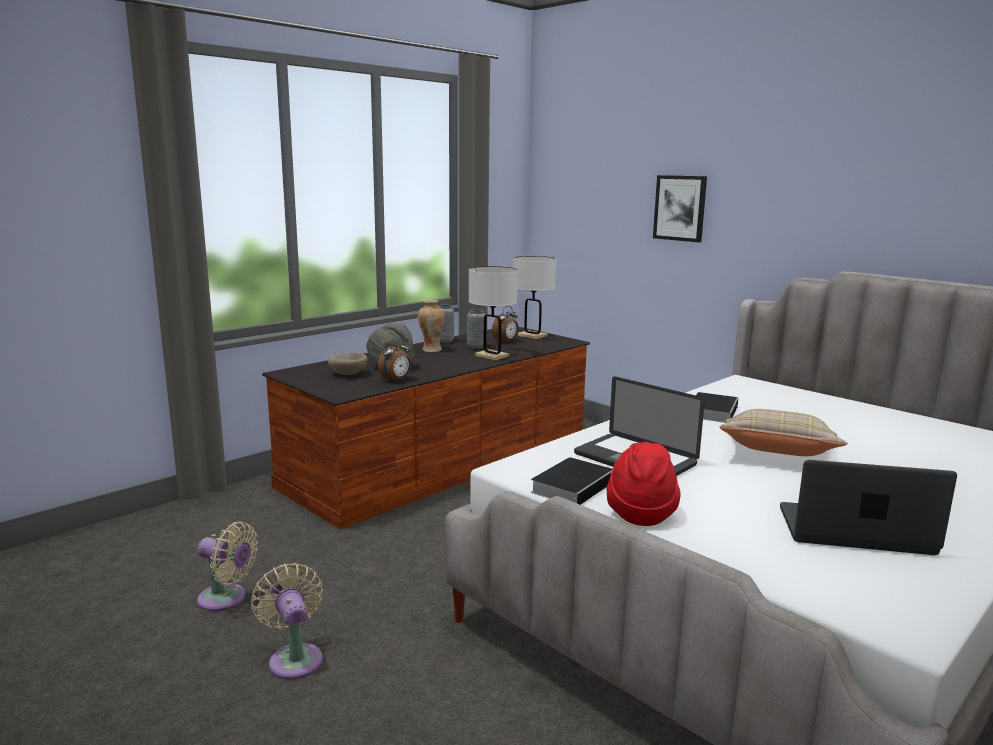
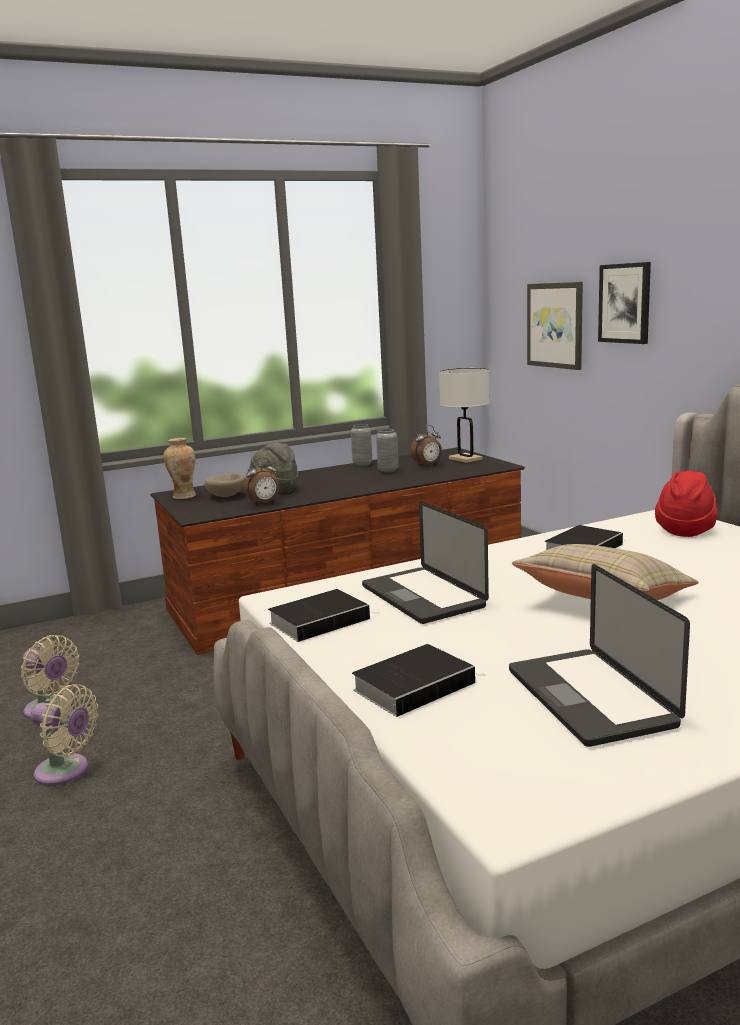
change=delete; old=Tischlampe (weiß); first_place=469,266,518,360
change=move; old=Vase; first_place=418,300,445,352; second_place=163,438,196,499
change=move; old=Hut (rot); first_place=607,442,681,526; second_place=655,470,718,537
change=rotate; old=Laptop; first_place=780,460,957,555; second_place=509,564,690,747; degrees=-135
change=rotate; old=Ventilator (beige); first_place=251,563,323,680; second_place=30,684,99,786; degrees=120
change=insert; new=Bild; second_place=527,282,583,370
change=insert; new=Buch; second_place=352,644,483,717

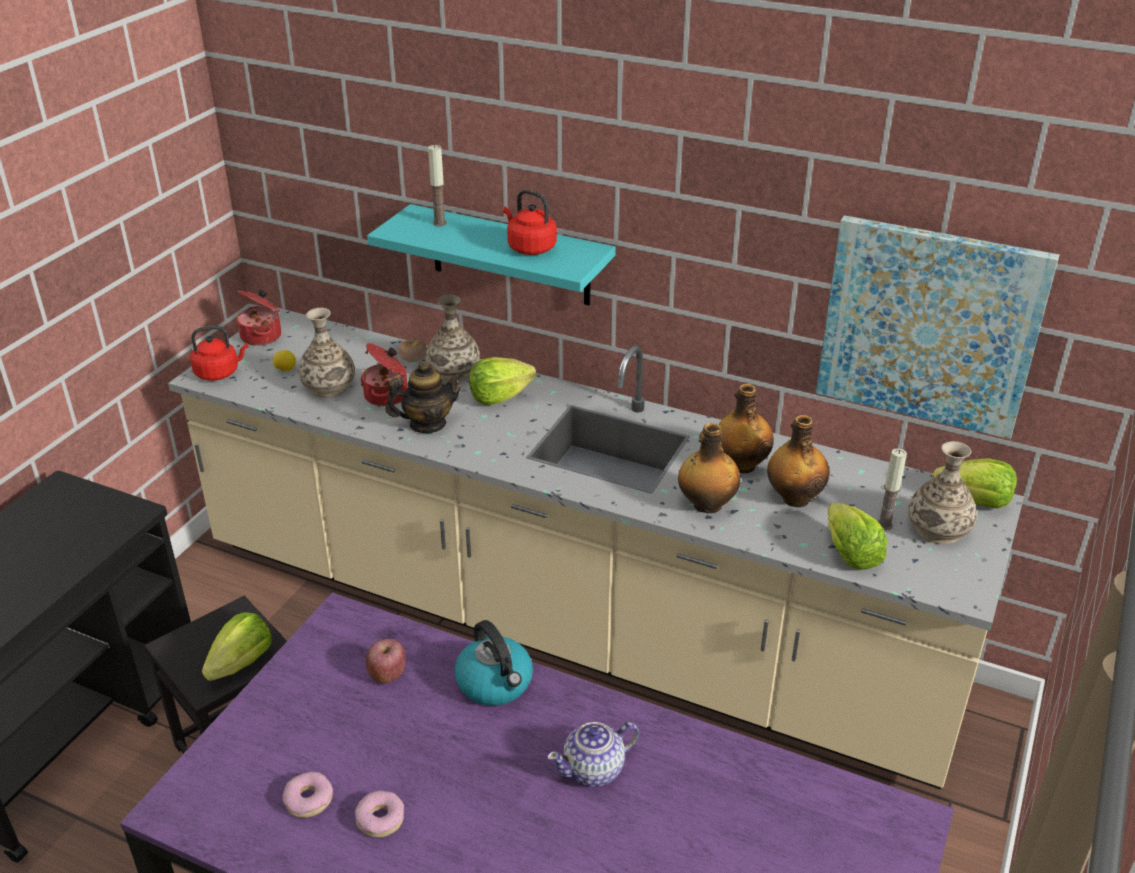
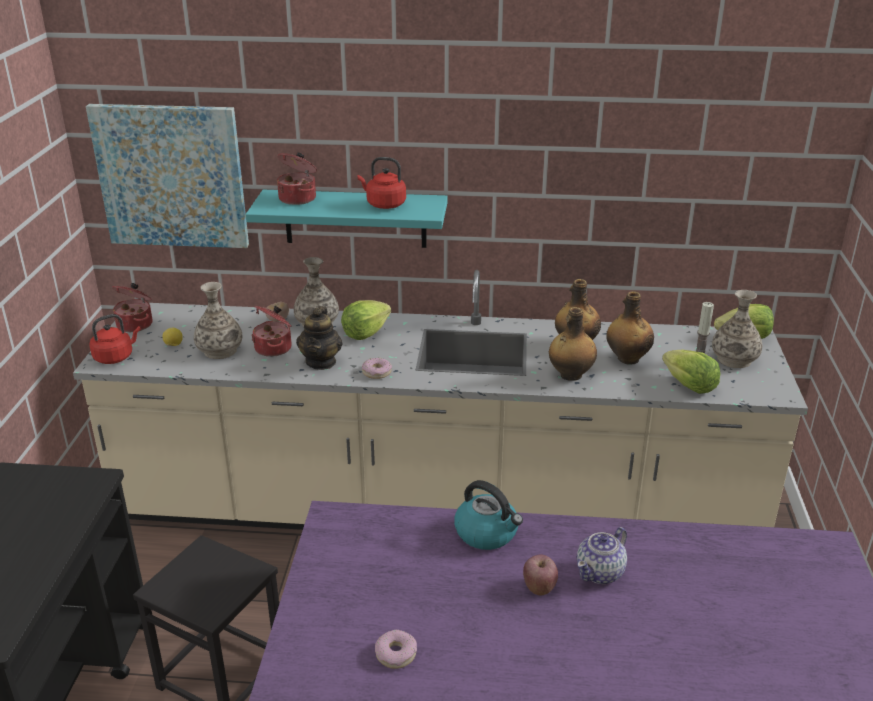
change=replace; old=Kerze; new=Kochtopf; first_place=428,145,447,227; second_place=277,152,317,205
change=move; old=Bild; first_place=816,215,1059,439; second_place=86,104,249,248
change=rotate; old=Teekanne; first_place=385,361,464,433; second_place=296,306,342,370; degrees=135
change=delete; old=Salatkopf; first_place=202,612,272,681
change=move; old=Apfel; first_place=366,639,406,683; second_place=523,555,558,595
change=move; old=Donut; first_place=355,790,404,837; second_place=362,358,392,379

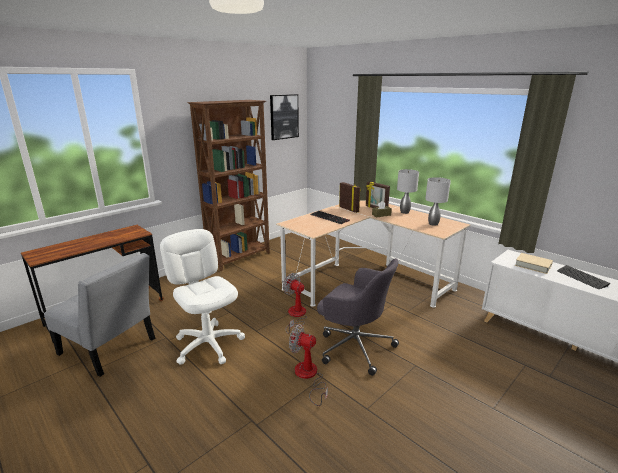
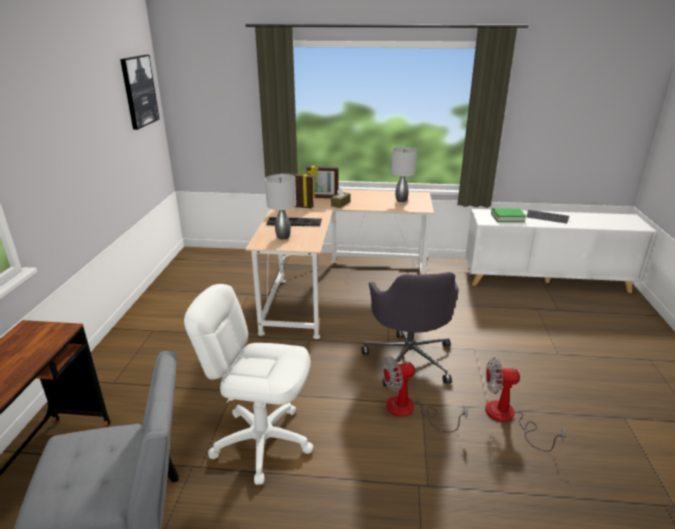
change=delete; old=Bücherregal (braun); first_place=187,100,270,271
change=move; old=Tischlampe (grau); first_place=397,169,419,214; second_place=265,174,296,239
change=recolor; old=Buch (beige); new=Buch (grün); first_place=515,253,553,274; second_place=491,208,526,222
change=rotate; old=Bürostuhl (grau); first_place=317,258,399,376; second_place=362,272,459,387; degrees=90
change=move; old=Ventilator; first_place=283,273,307,334; second_place=485,357,565,452

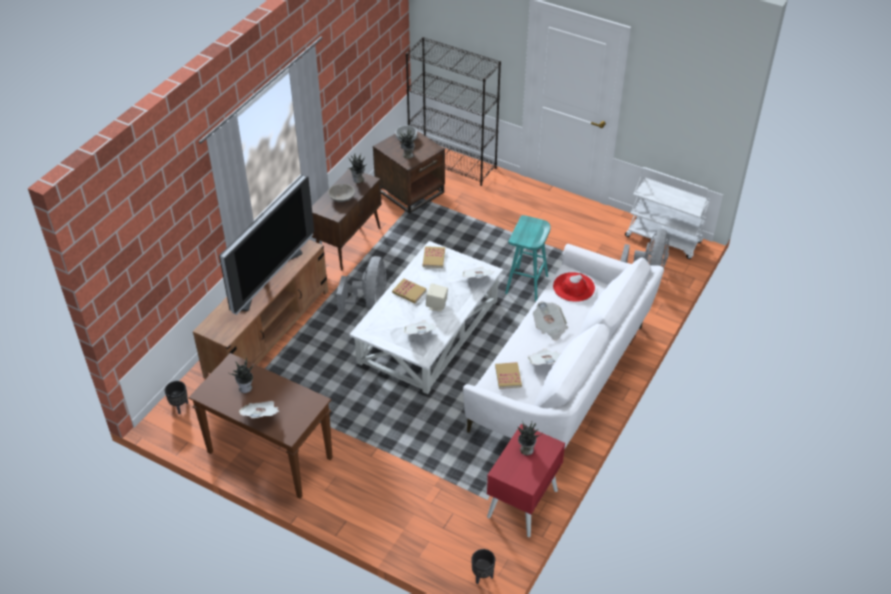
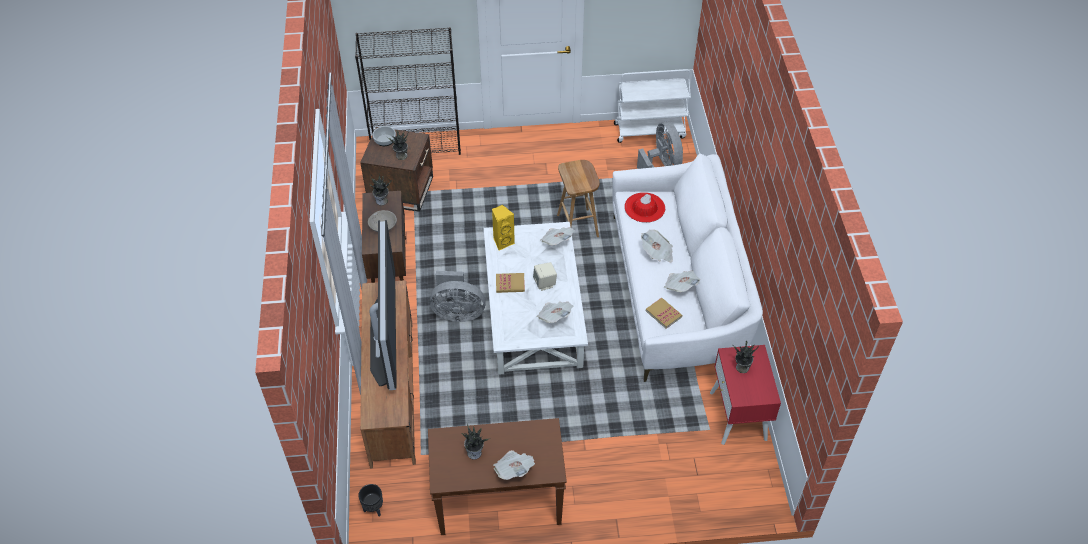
change=recolor; old=Hocker (türkis); new=Hocker (braun); first_place=505,215,551,302; second_place=557,160,600,237
change=replace; old=Buch; new=Lautsprecher (gelb); first_place=423,246,445,268; second_place=492,205,515,250
change=rotate; old=Ventilator (grau); first_place=336,256,387,314; second_place=430,271,486,322; degrees=120
change=delete; old=Pflanzkübel (schwarz); first_place=471,549,495,584

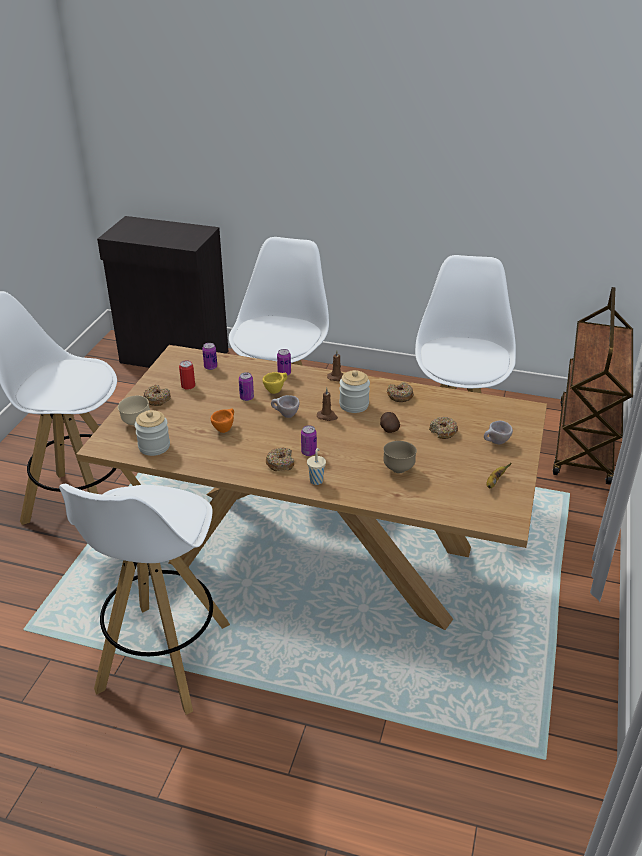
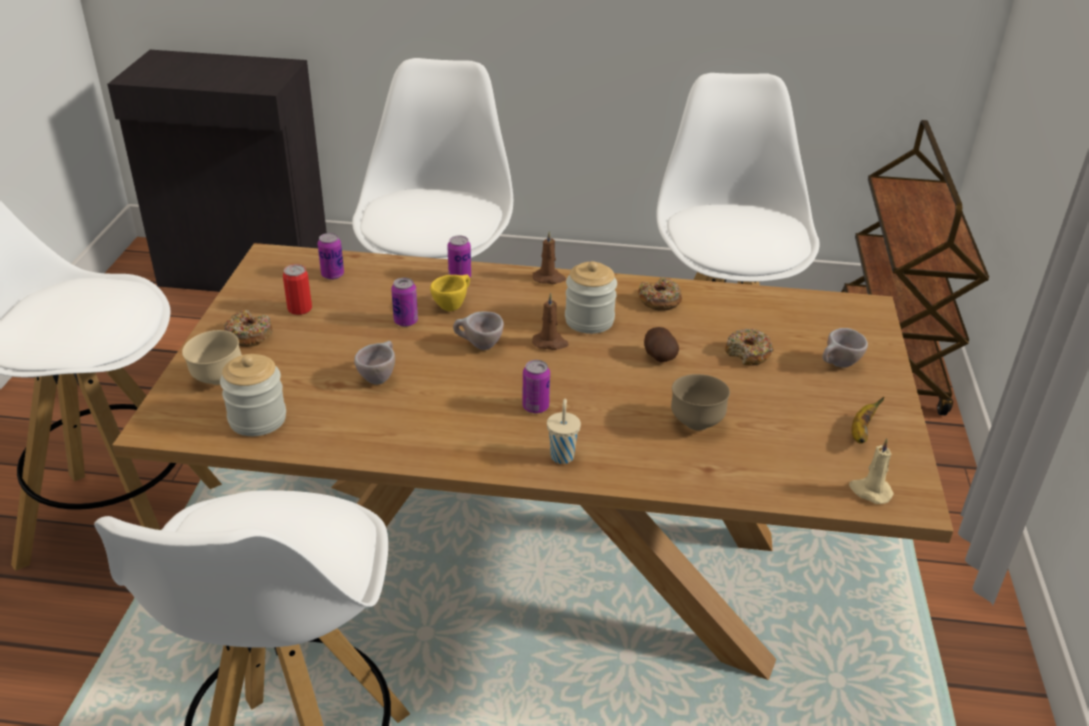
change=recolor; old=Tasse (orange); new=Tasse (beige); first_place=211,408,234,433; second_place=354,341,395,384
change=delete; old=Donut; first_place=266,448,294,471
change=insert; new=Kerze (beige); second_place=849,438,894,504

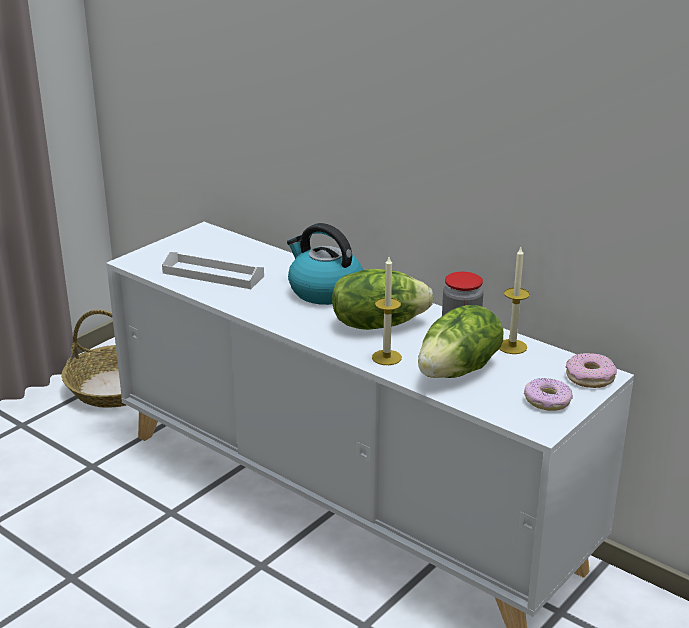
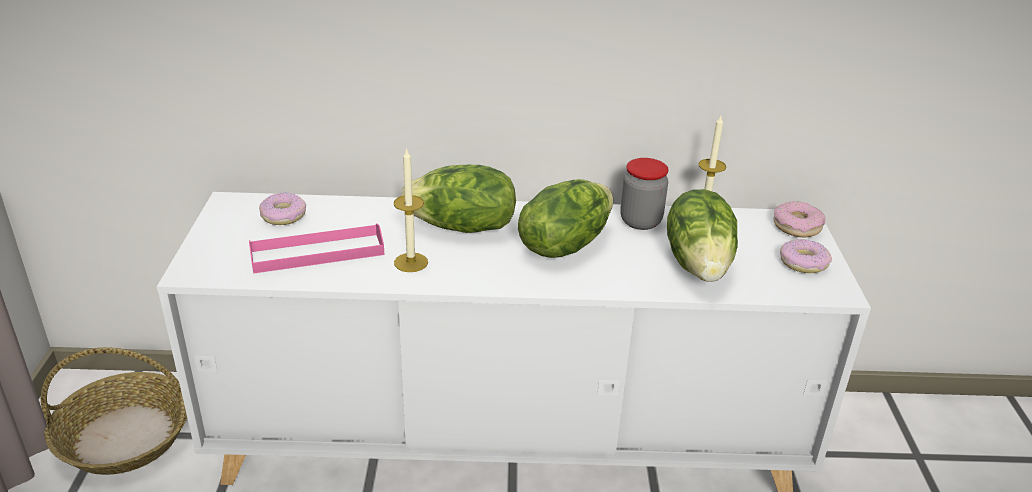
change=replace; old=Wasserkessel; new=Salatkopf; first_place=287,223,363,305; second_place=400,165,516,233
change=recolor; old=Tablett (weiß); new=Tablett (rosa); first_place=162,252,264,289; second_place=249,223,385,274
change=move; old=Kerze; first_place=372,257,402,365; second_place=394,148,428,272
change=insert; new=Donut; second_place=259,193,306,225

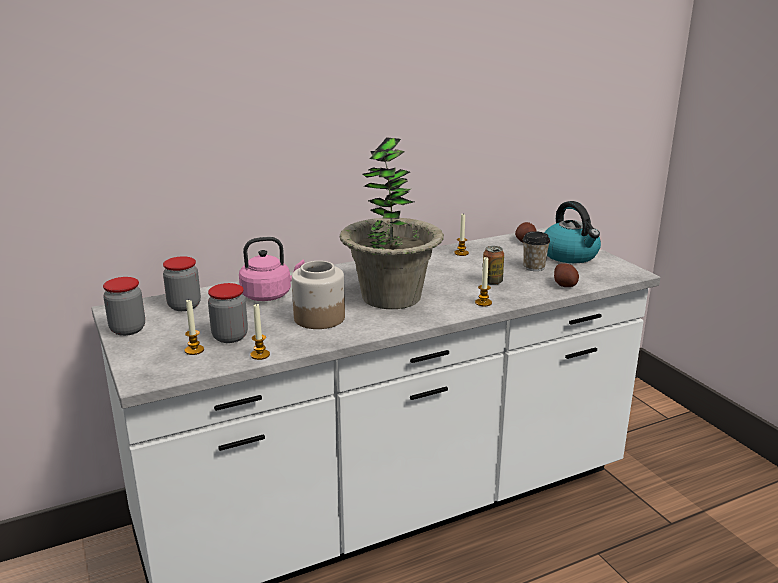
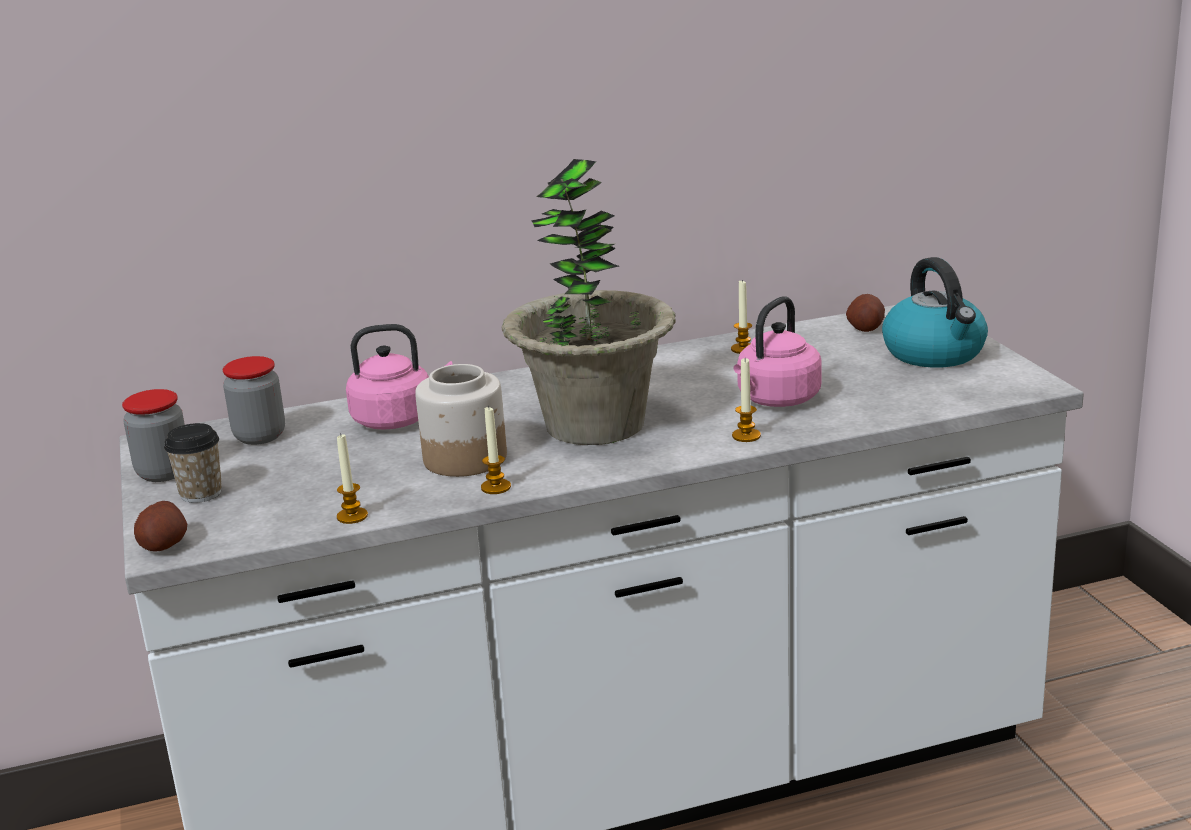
change=move; old=Tasse; first_place=523,231,550,271; second_place=164,423,222,503
change=replace; old=Dose; new=Wasserkessel (rosa); first_place=482,246,504,285; second_place=734,296,822,407
change=move; old=Kartoffel; first_place=554,264,579,287; second_place=134,501,187,552
change=delete; old=Vorratsglas; first_place=208,283,248,343
change=move; old=Kerze; first_place=185,300,204,355; second_place=481,405,511,494

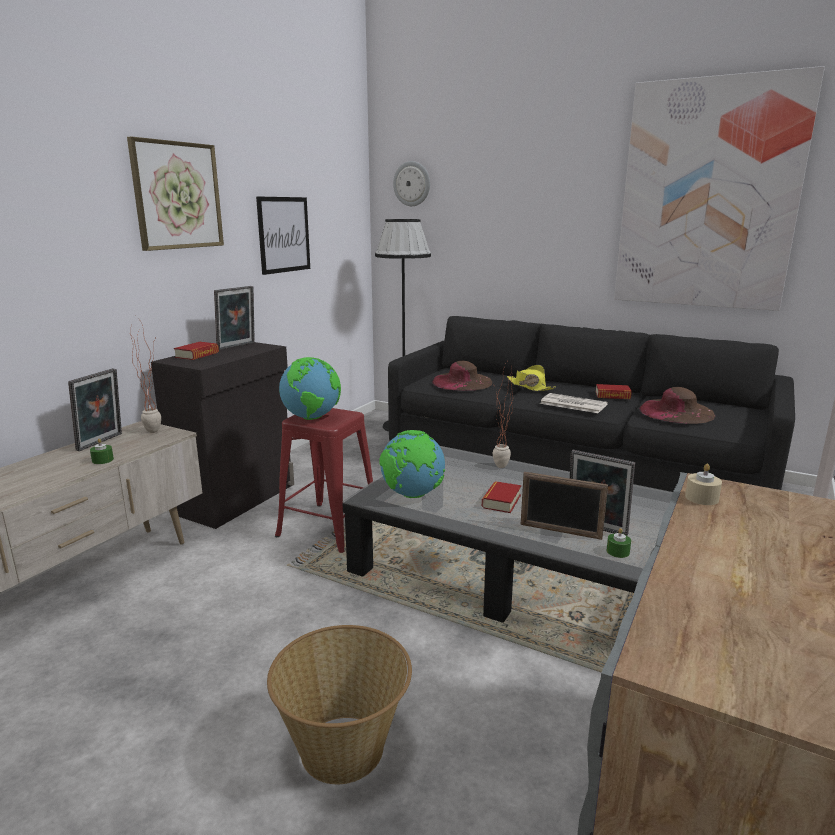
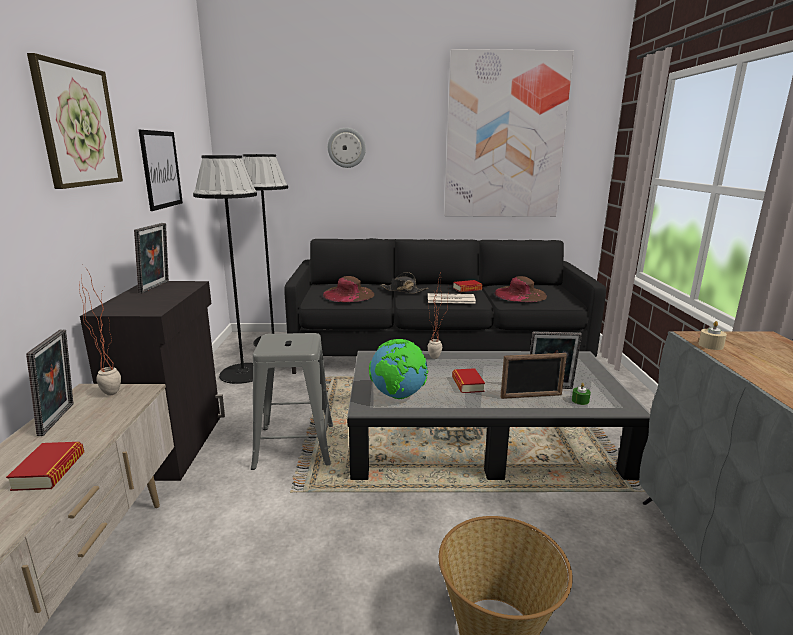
change=move; old=Wanduhr; first_place=393,161,430,206; second_place=328,128,366,168
change=move; old=Buch; first_place=174,342,219,360; second_place=6,442,84,491
change=delete; old=Globus; first_place=279,357,341,420
change=recolor; old=Hut (gelb); new=Hut (schwarz); first_place=507,365,556,391; second_place=380,272,428,294
change=recolor; old=Hocker (rot); new=Hocker (grau); first_place=275,408,373,553; second_place=251,333,333,470
change=delete; old=Kerze (grün); first_place=90,438,114,464
change=insert; new=Stehlampe (schwarz); second_place=193,155,257,384

